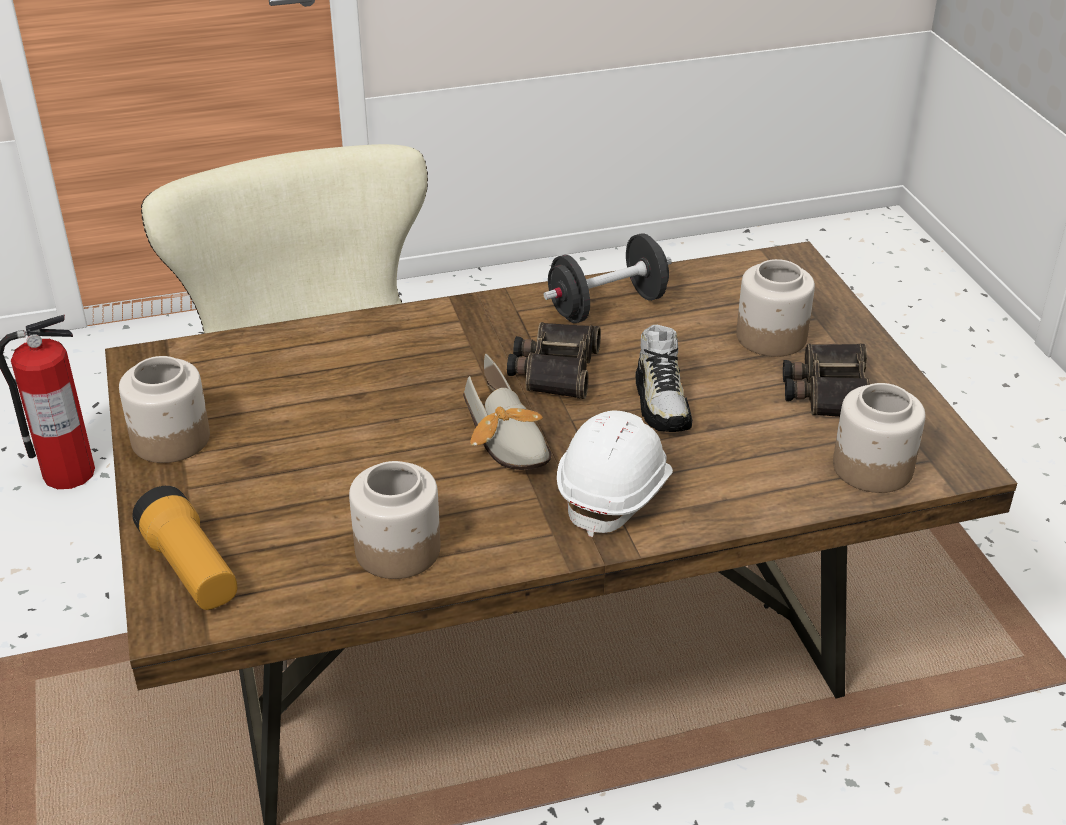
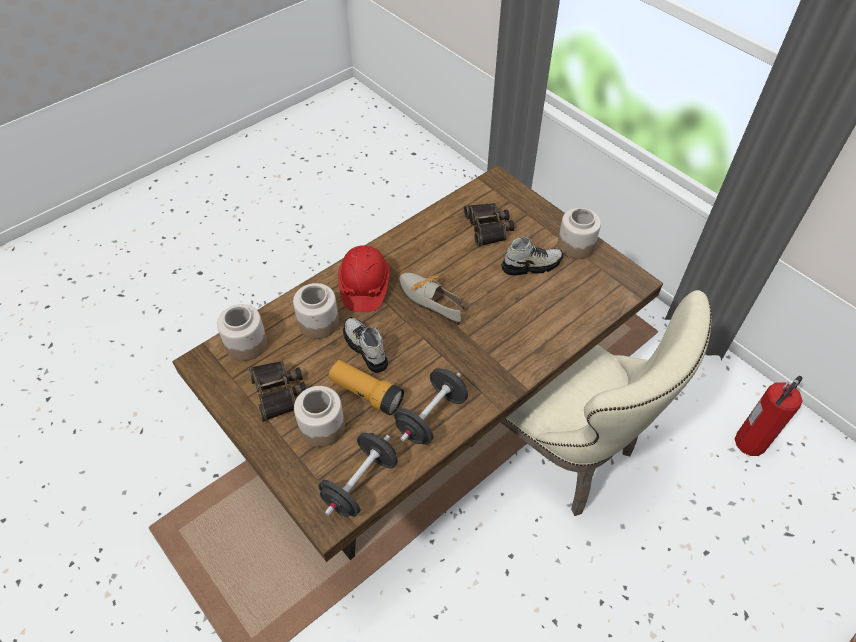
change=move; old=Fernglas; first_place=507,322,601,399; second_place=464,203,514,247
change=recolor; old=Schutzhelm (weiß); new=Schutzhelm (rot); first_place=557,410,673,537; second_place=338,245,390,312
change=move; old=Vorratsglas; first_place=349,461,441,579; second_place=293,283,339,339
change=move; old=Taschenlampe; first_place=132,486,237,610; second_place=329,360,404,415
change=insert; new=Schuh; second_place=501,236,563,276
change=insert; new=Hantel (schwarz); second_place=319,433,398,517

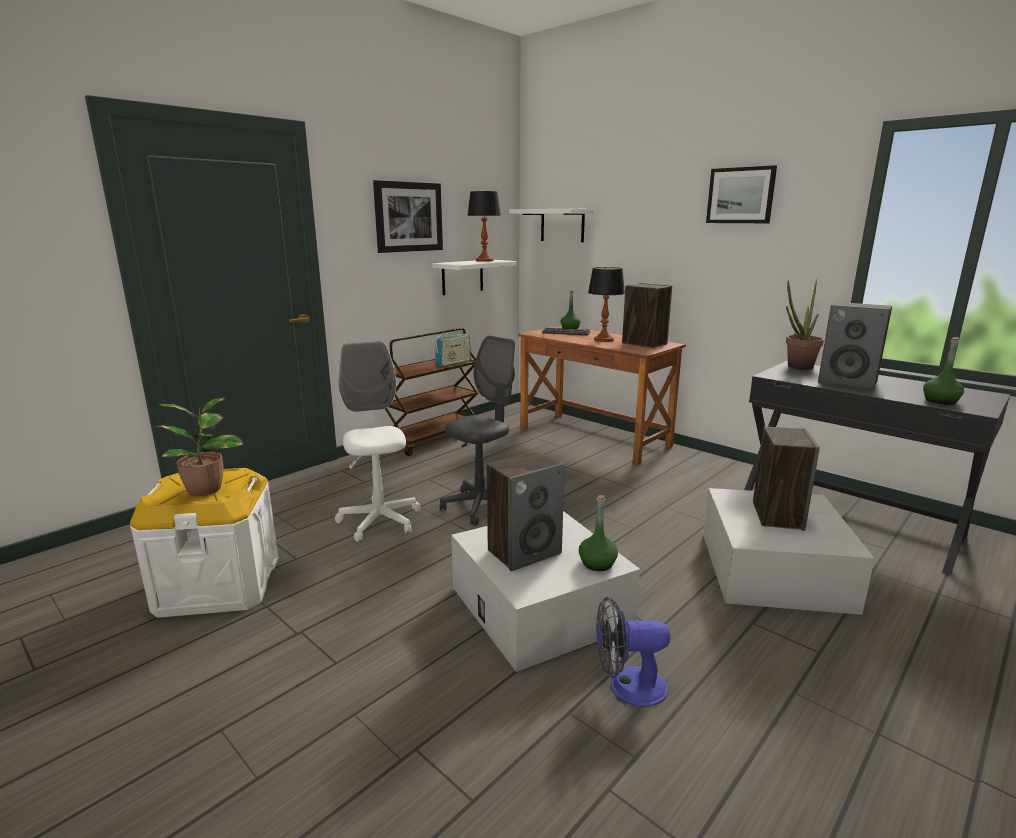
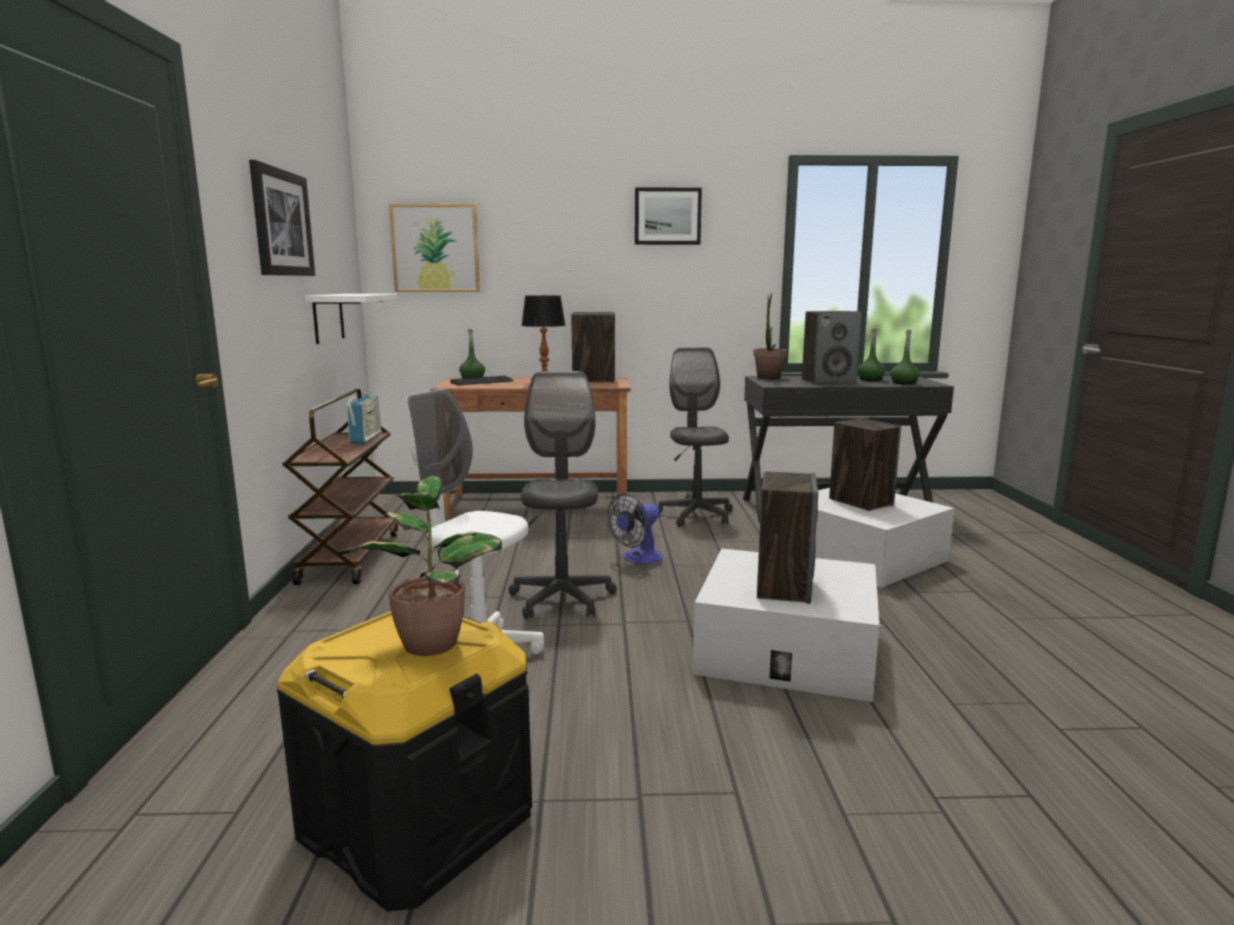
change=delete; old=Tischlampe; first_place=467,191,501,262
change=replace; old=Wandregal (weiß); new=Bild; first_place=509,209,595,242; second_place=389,204,480,292
change=recolor; old=Aufbewahrungsbox (weiß); new=Aufbewahrungsbox (schwarz); first_place=130,468,279,618; second_place=277,611,532,912
change=move; old=Flasche (grün); first_place=579,495,618,571; second_place=857,328,885,381
change=move; old=Ventilator; first_place=596,597,671,707; second_place=607,494,663,564
change=insert; new=Bürostuhl (grau); second_place=657,347,733,527

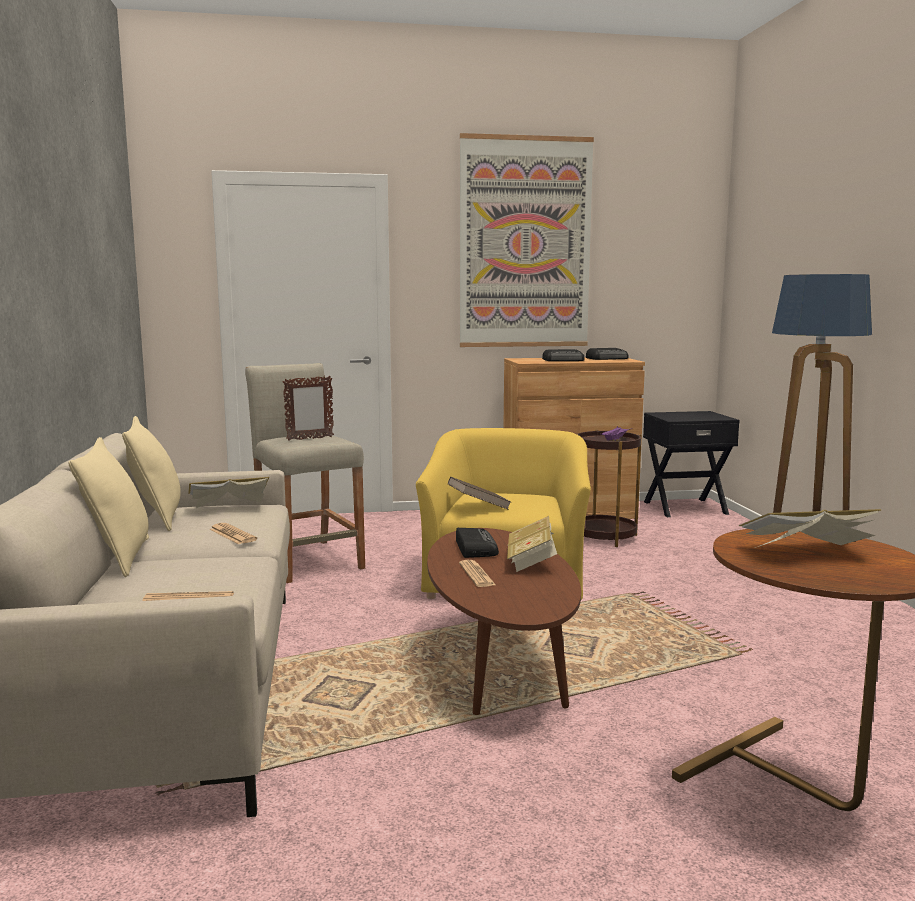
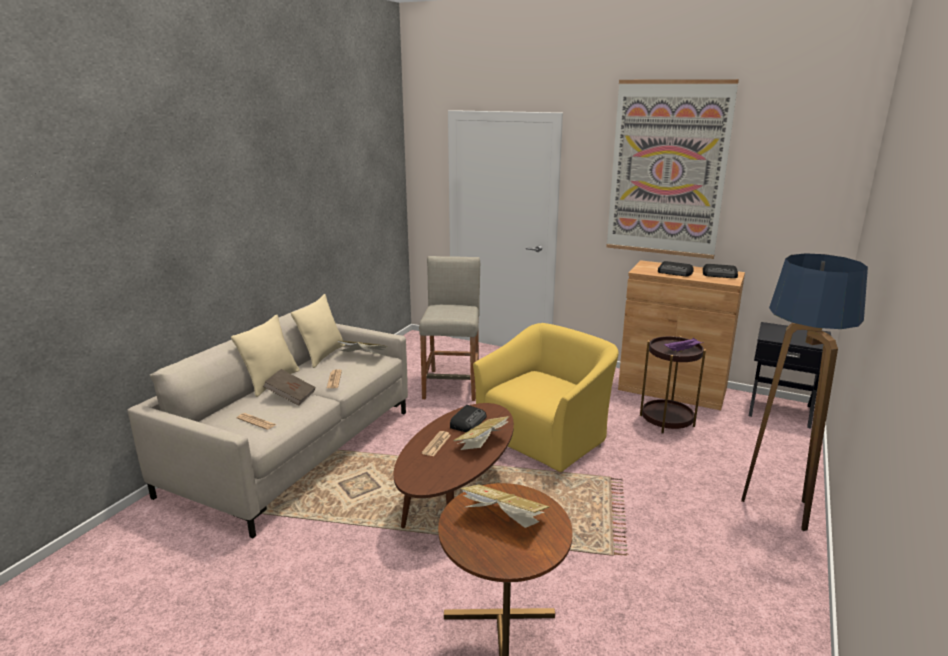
change=delete; old=Bilderrahmen; first_place=283,376,334,441
change=move; old=Buch (braun); first_place=448,477,511,510; second_place=263,369,315,406

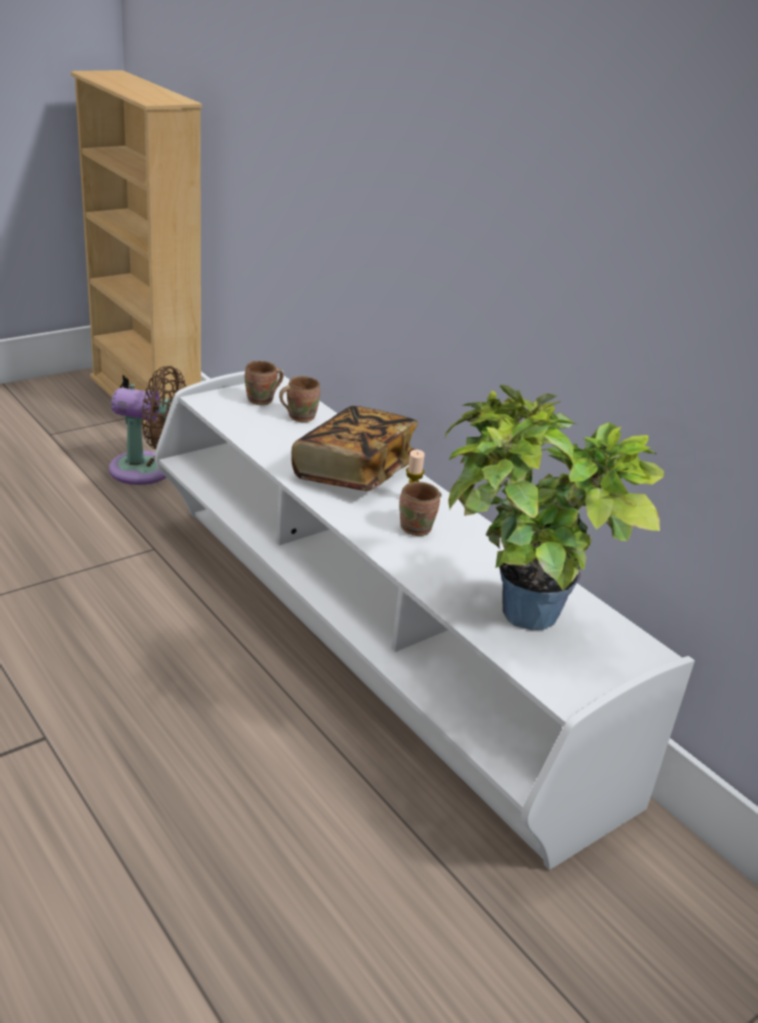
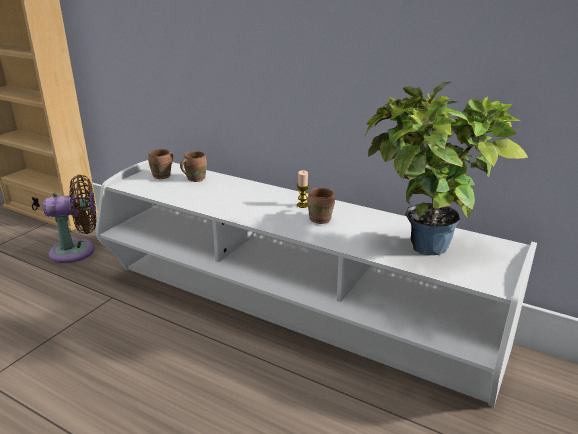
change=delete; old=Buch; first_place=292,406,418,491

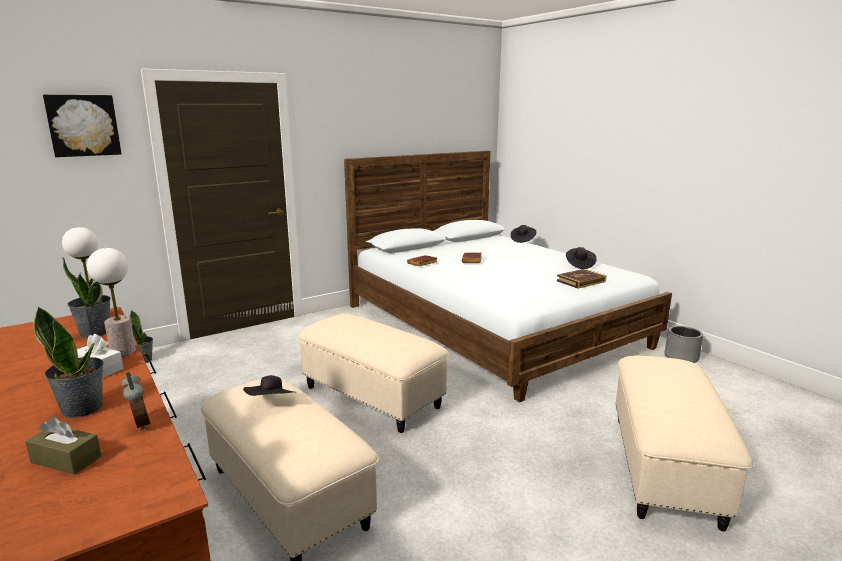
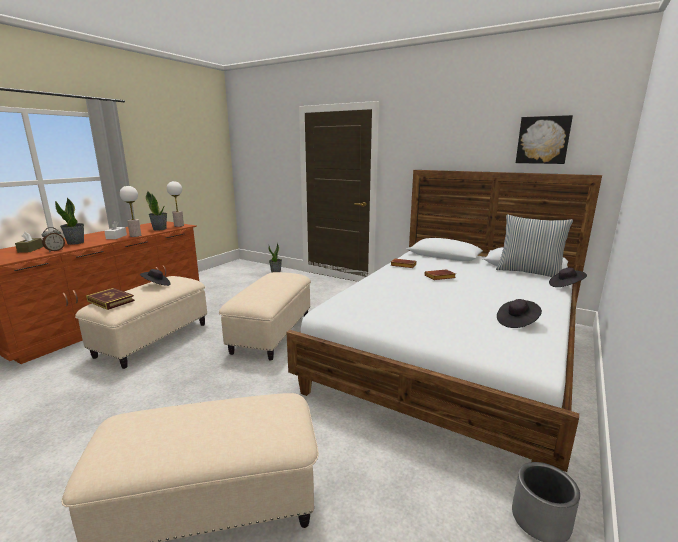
change=move; old=Bild; first_place=43,95,122,157; second_place=516,115,573,164
change=move; old=Buch; first_place=557,269,606,289; second_place=86,288,135,310
change=insert; new=Kissen; second_place=496,215,573,277

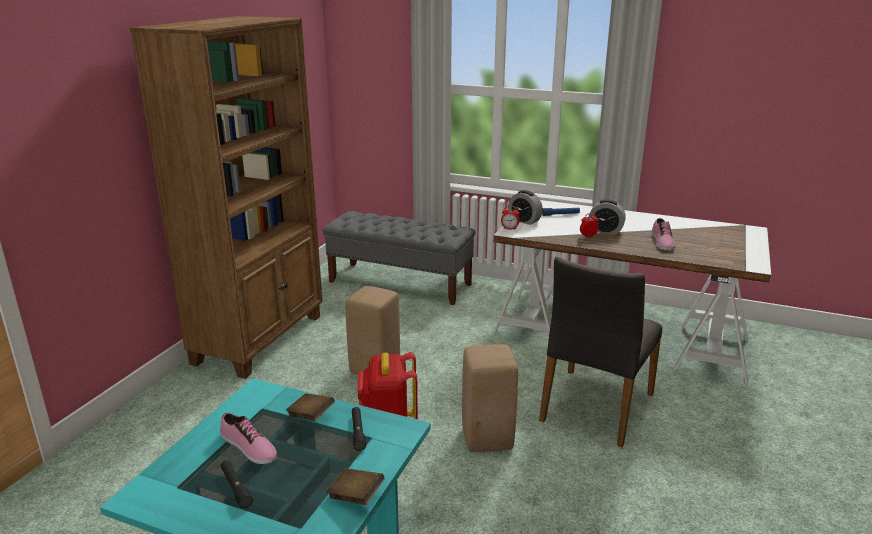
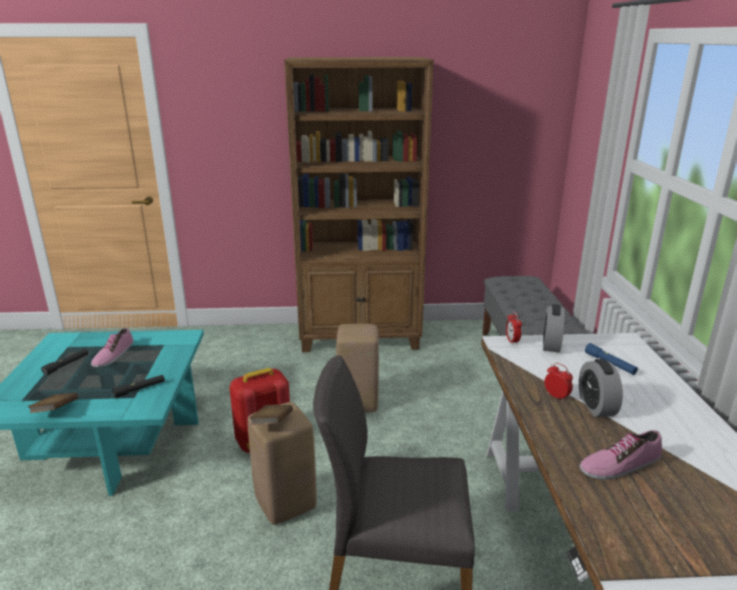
change=move; old=Buch (braun); first_place=286,393,335,421; second_place=249,405,293,425

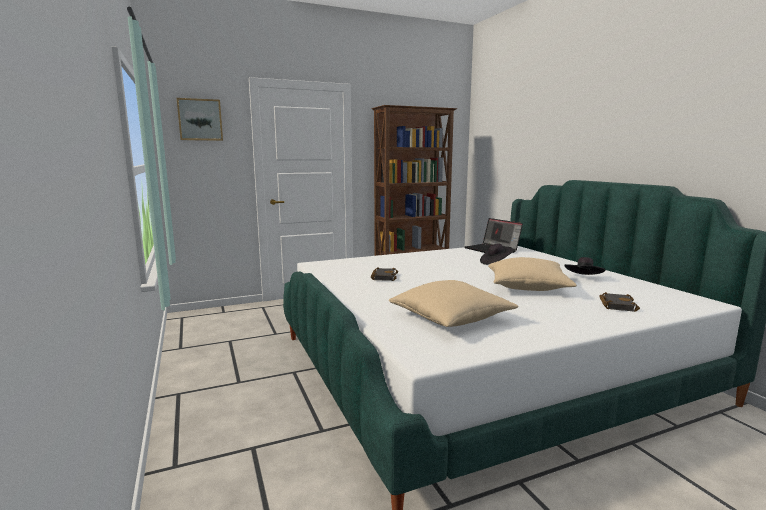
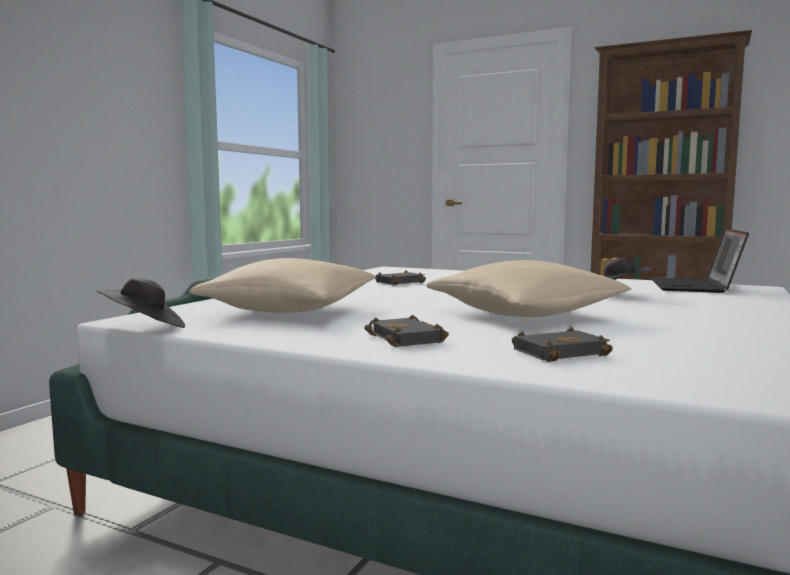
change=delete; old=Bild; first_place=177,98,223,141
change=move; old=Hut (schwarz); first_place=564,257,605,275; second_place=96,277,185,328
change=insert; new=Buch (schwarz); second_place=364,315,449,347

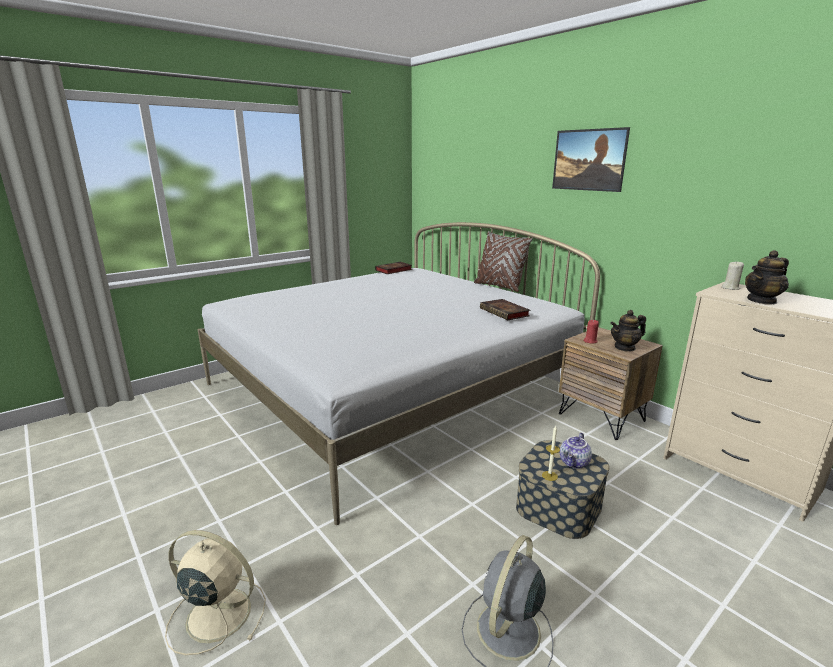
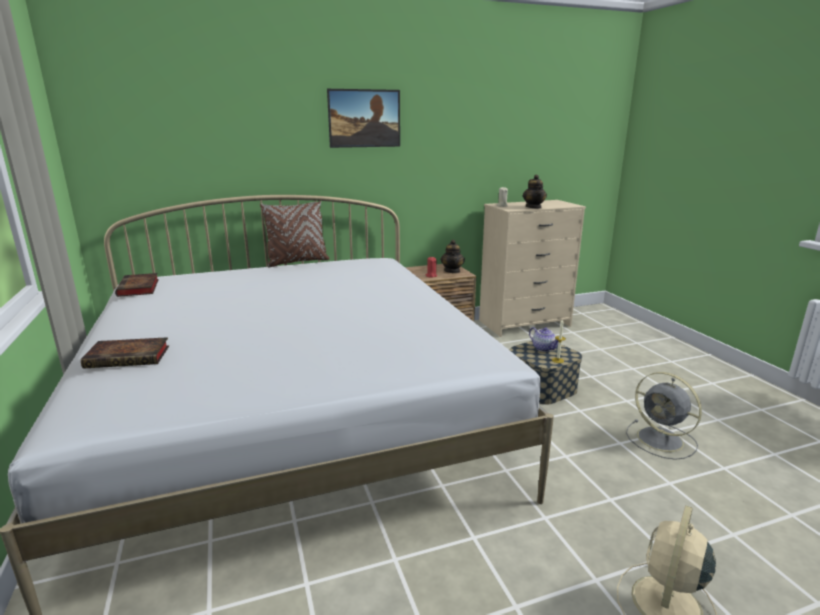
change=move; old=Buch; first_place=480,299,530,320; second_place=81,337,169,369

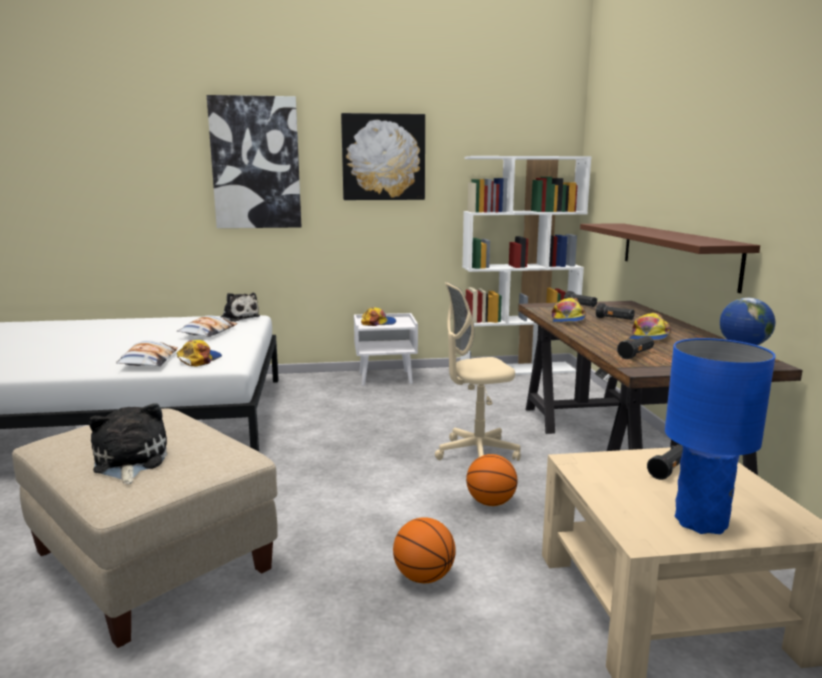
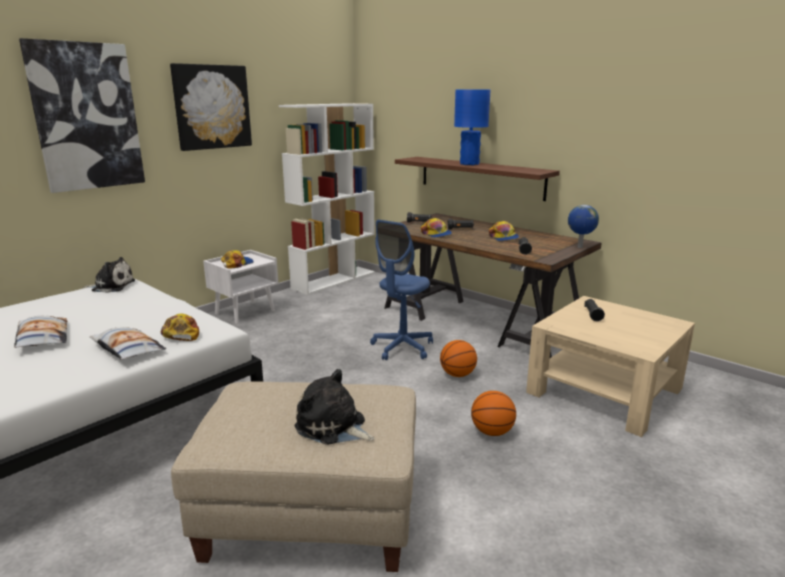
change=recolor; old=Bürostuhl (beige); new=Bürostuhl (blau); first_place=435,282,521,461; second_place=370,220,433,360
change=move; old=Kissen; first_place=177,315,237,337; second_place=14,316,67,348
change=move; old=Tischlampe (blau); first_place=665,338,775,534; second_place=454,90,490,165

